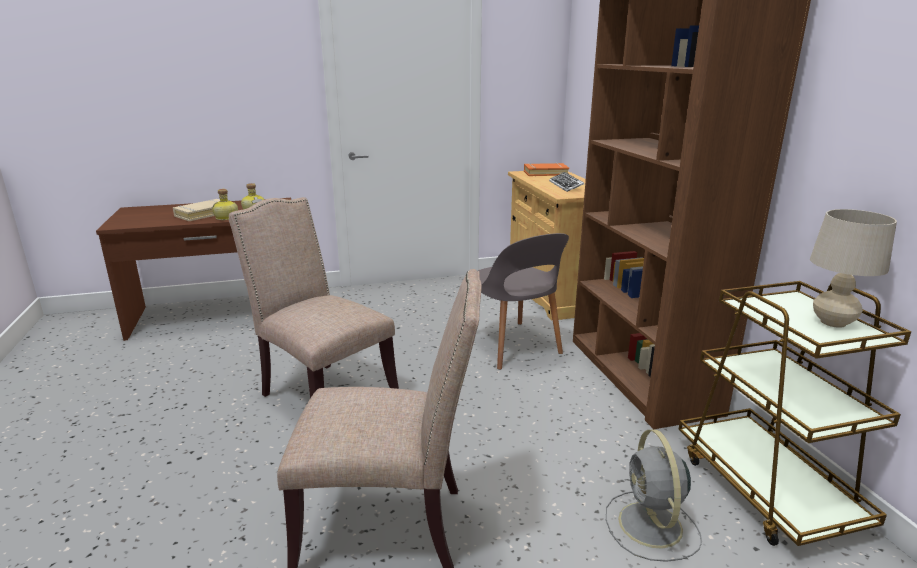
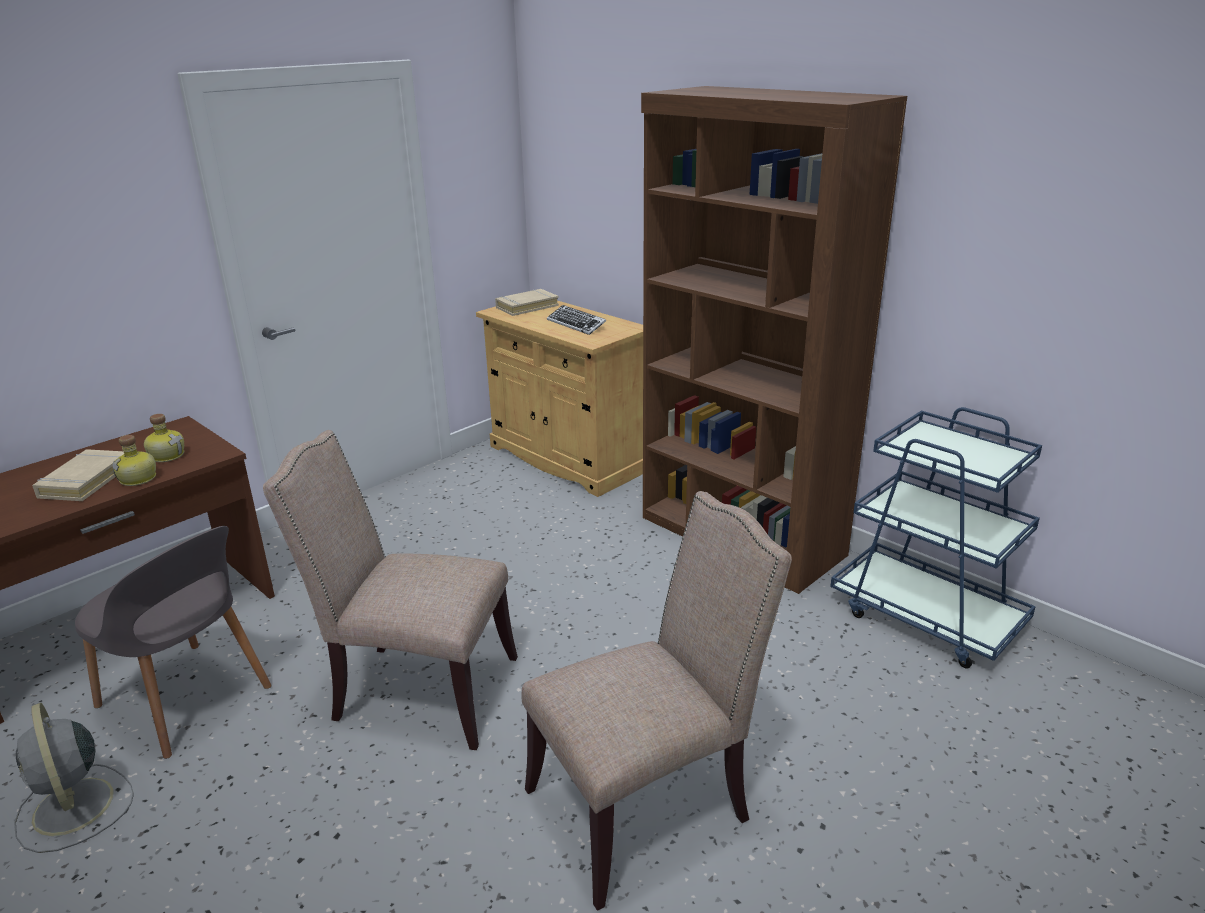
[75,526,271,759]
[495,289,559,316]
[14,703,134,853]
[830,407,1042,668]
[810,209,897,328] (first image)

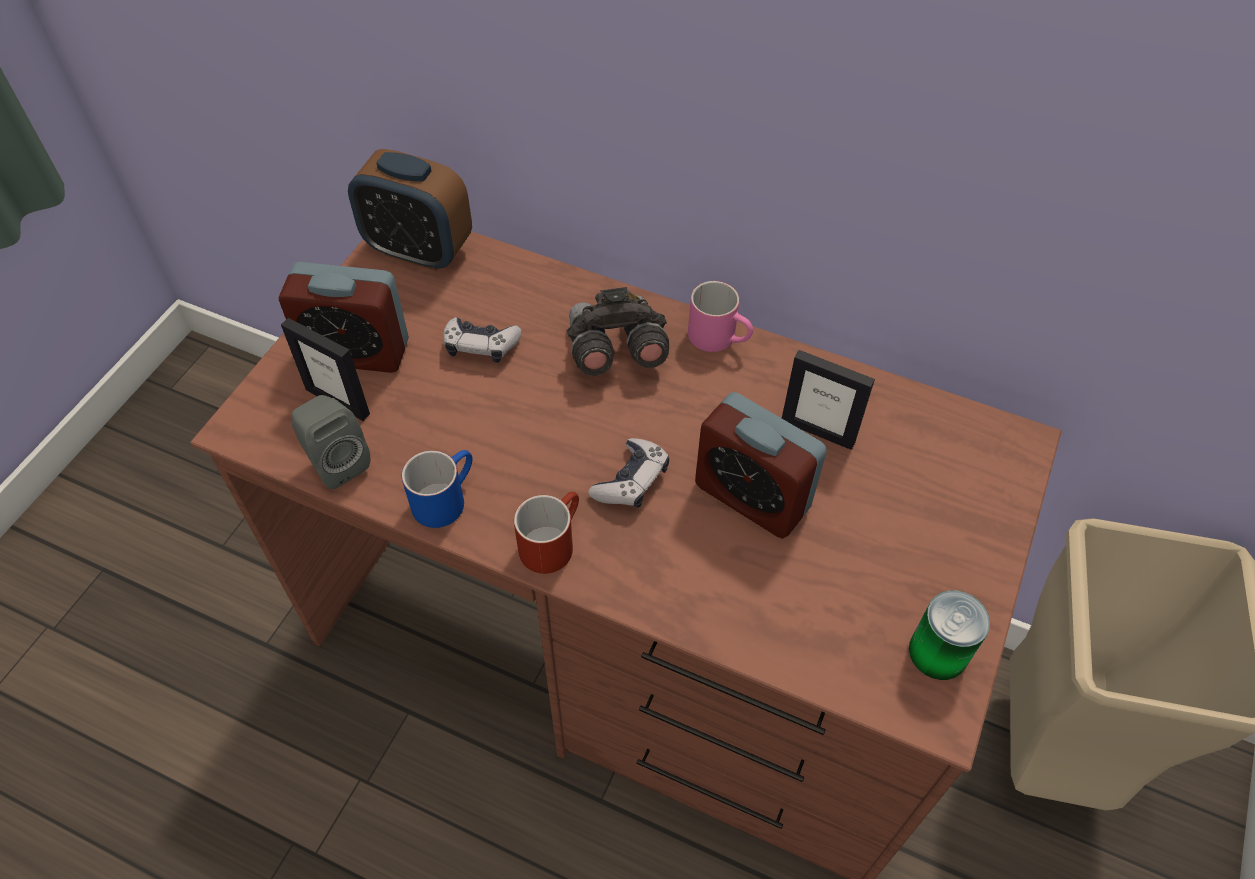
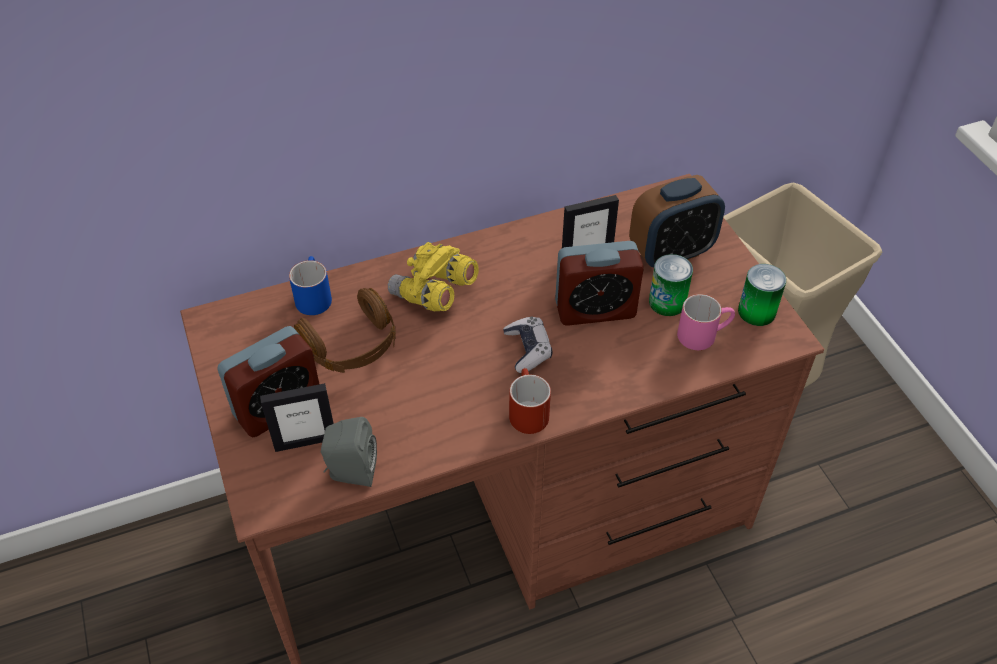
[629,175,725,267]
[289,256,332,315]
[294,288,396,373]
[388,242,479,311]
[677,294,735,350]
[649,254,693,316]

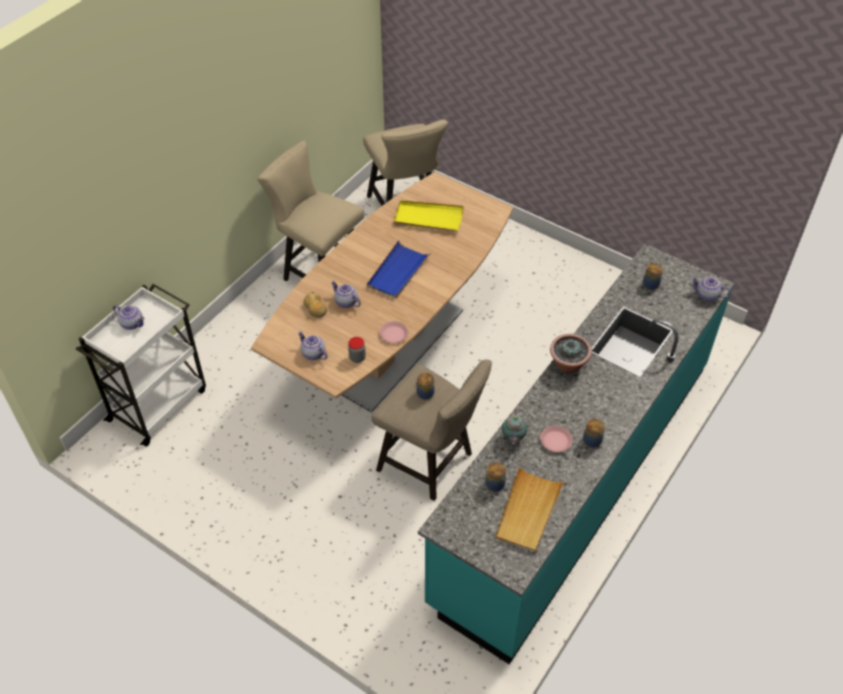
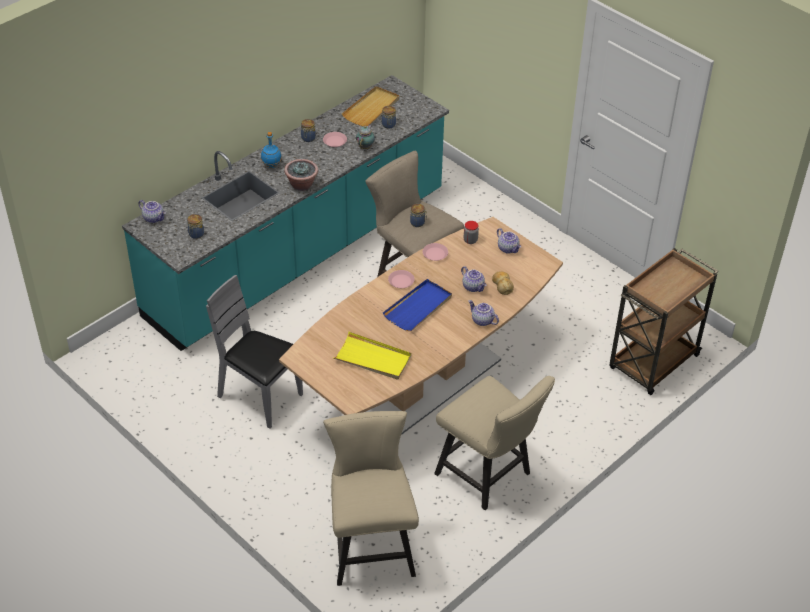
[609,248,718,395]
[468,300,499,326]
[206,275,303,429]
[261,132,282,168]
[388,270,415,288]

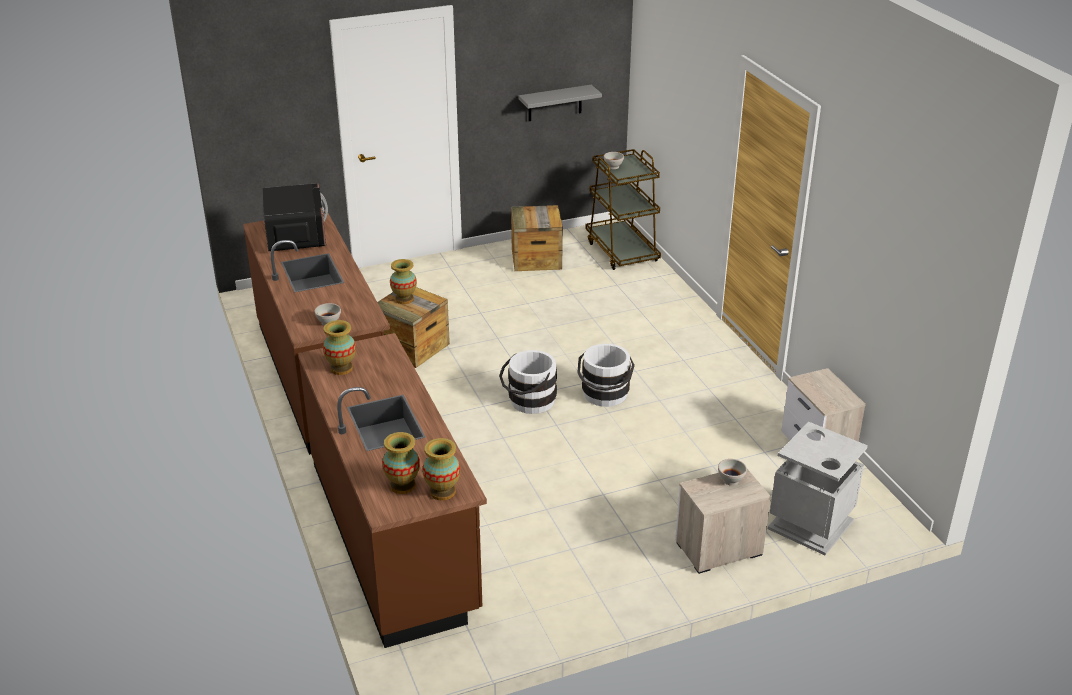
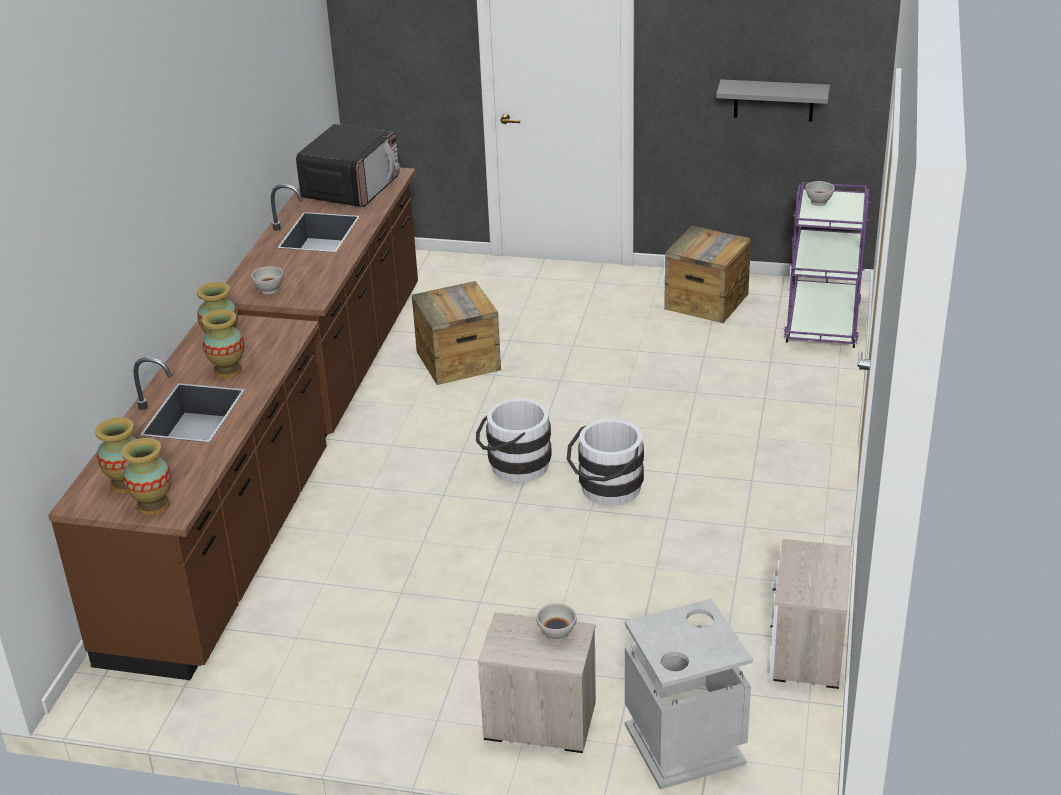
[202,309,244,378]
[784,182,871,348]

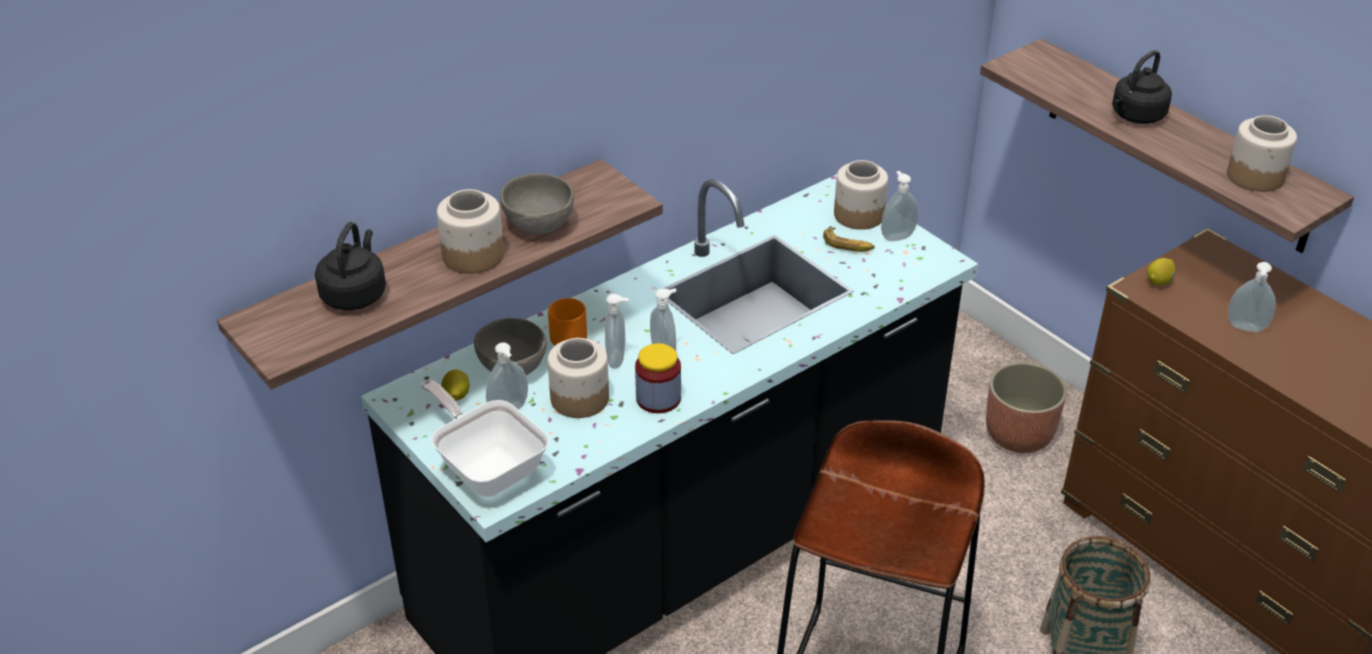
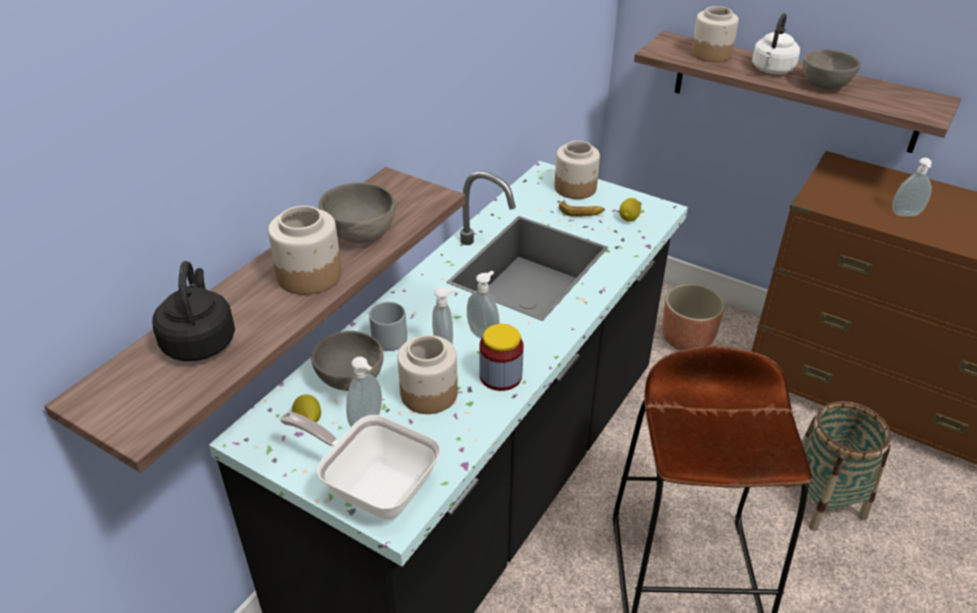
[369,302,407,351]
[881,171,918,241] (first image)
[752,13,800,74]
[619,198,641,222]
[691,6,739,62]
[803,49,861,89]

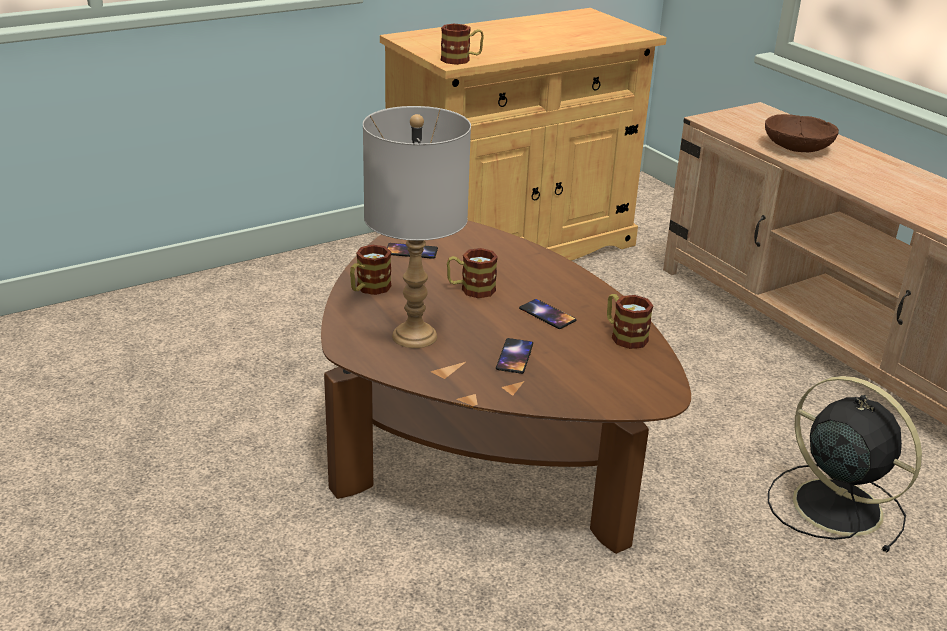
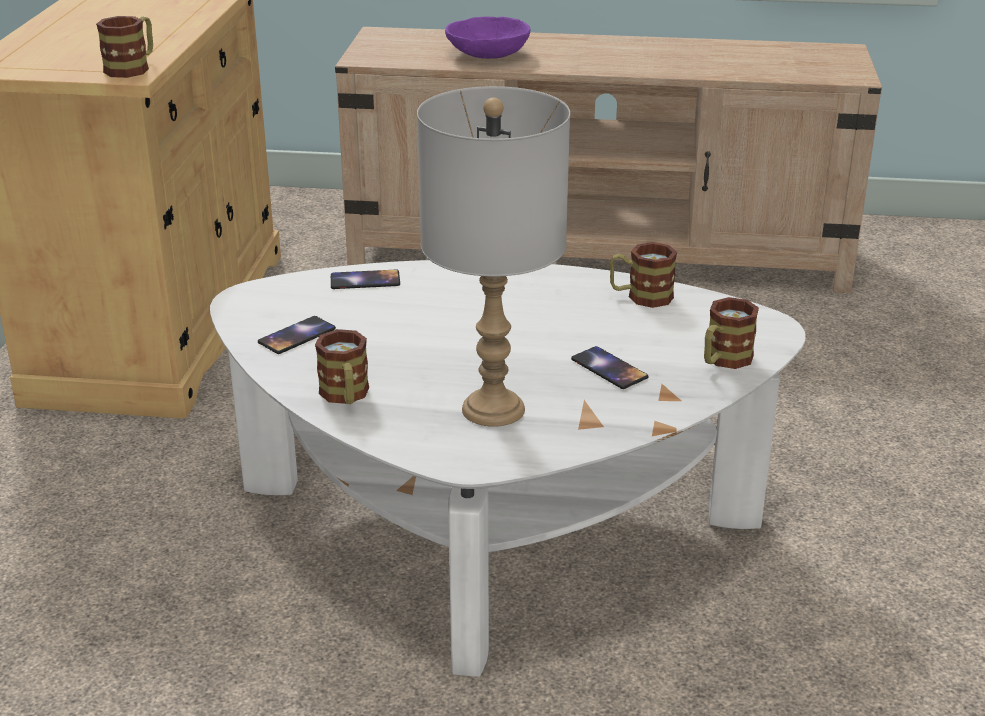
[210,260,806,677]
[704,297,759,369]
[331,270,400,289]
[445,16,531,59]
[768,376,922,552] (first image)

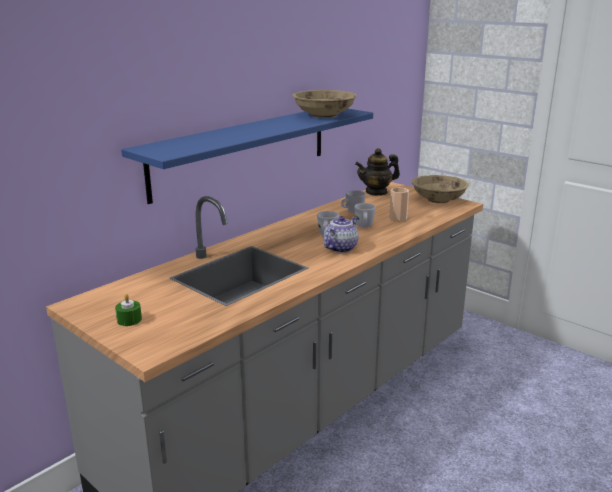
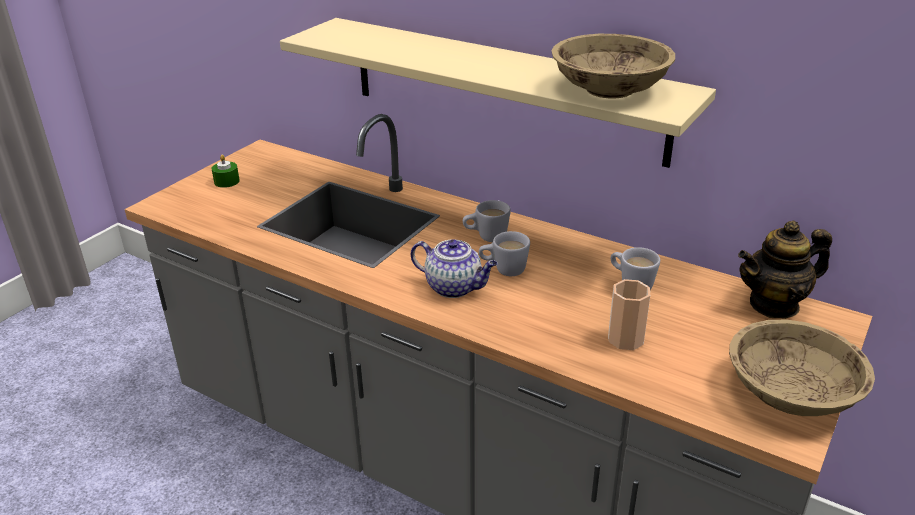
[280,18,716,168]
[463,200,511,242]
[738,221,832,319]

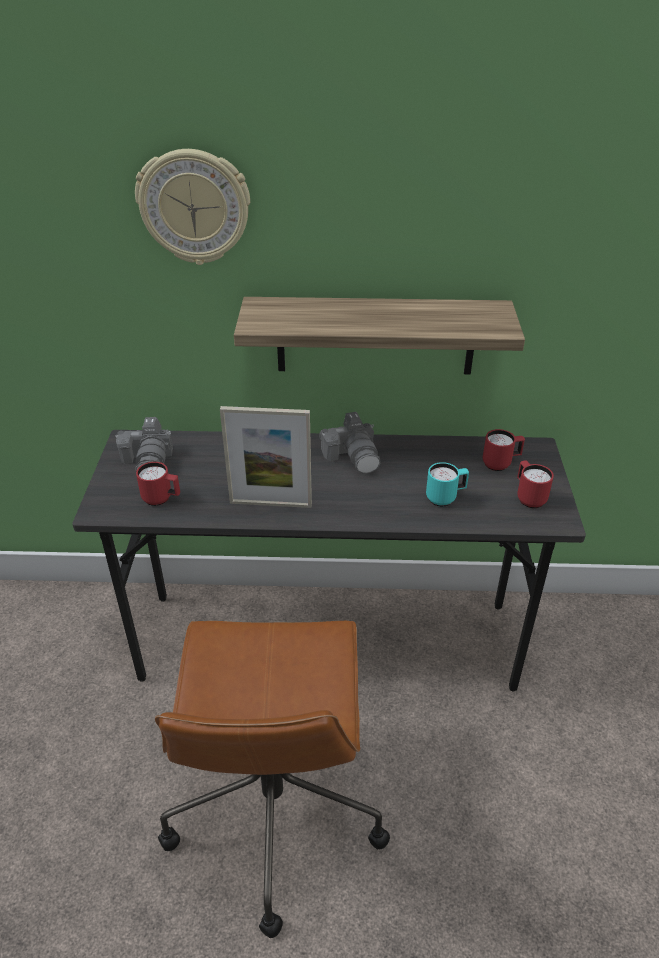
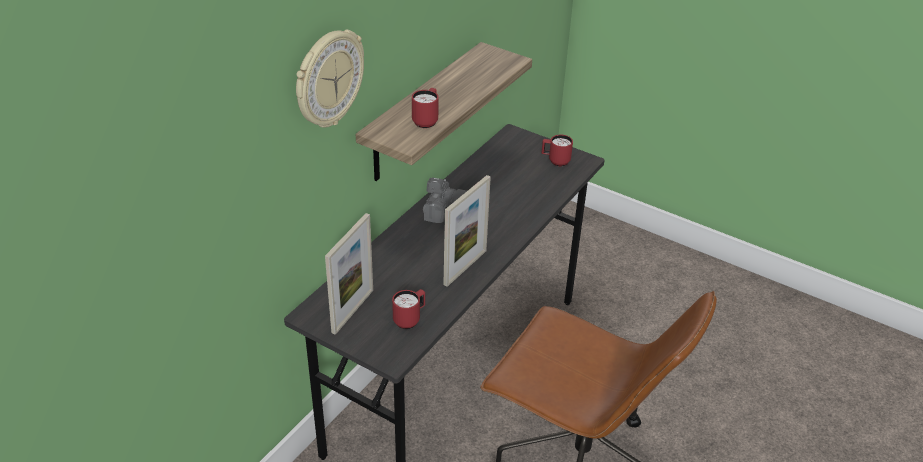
[325,213,373,335]
[426,462,469,507] (first image)
[412,88,439,128]

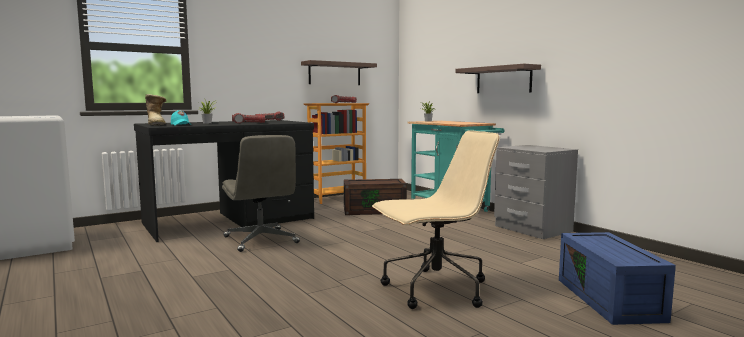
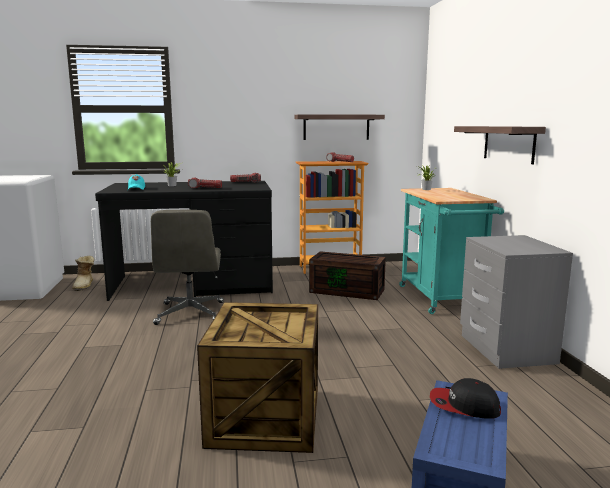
[72,255,95,291]
[197,302,318,453]
[430,378,501,419]

